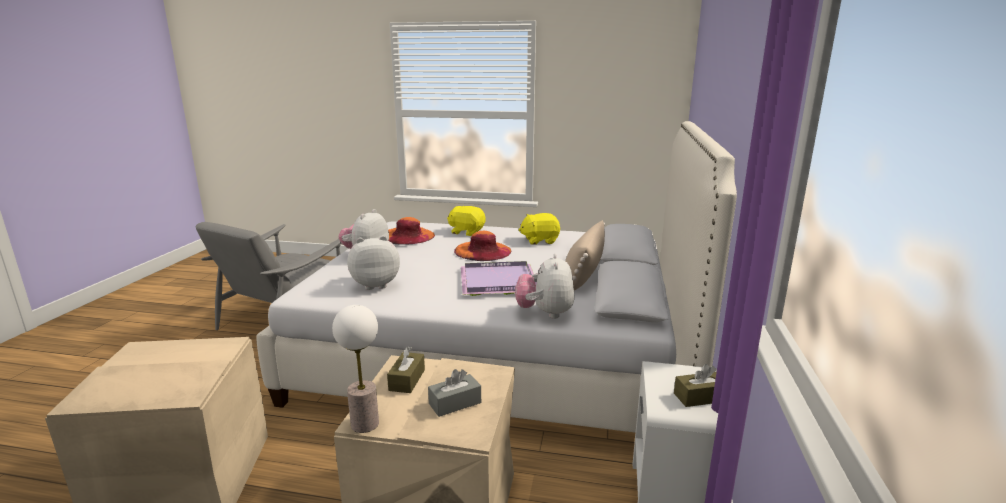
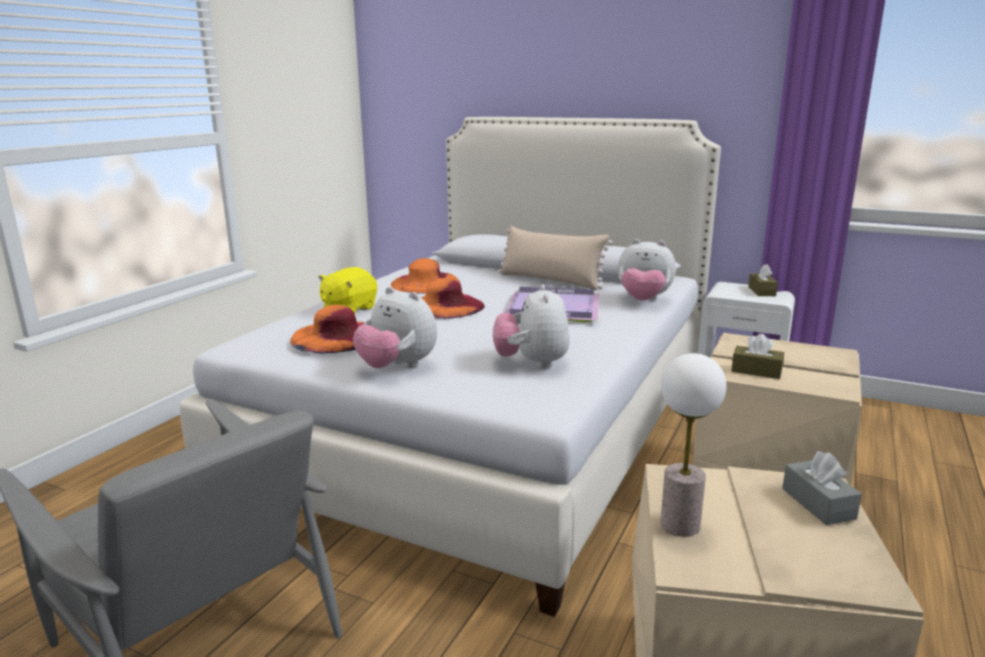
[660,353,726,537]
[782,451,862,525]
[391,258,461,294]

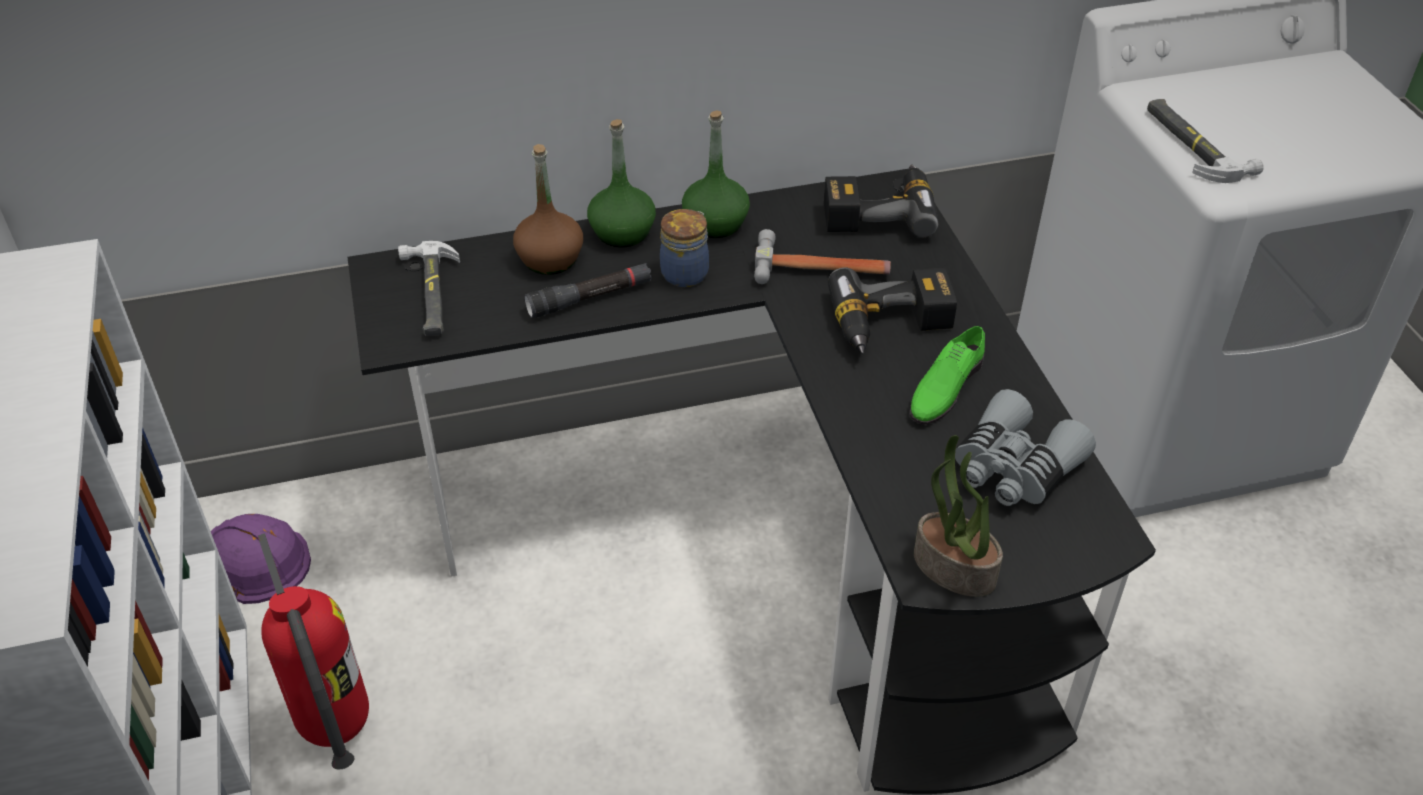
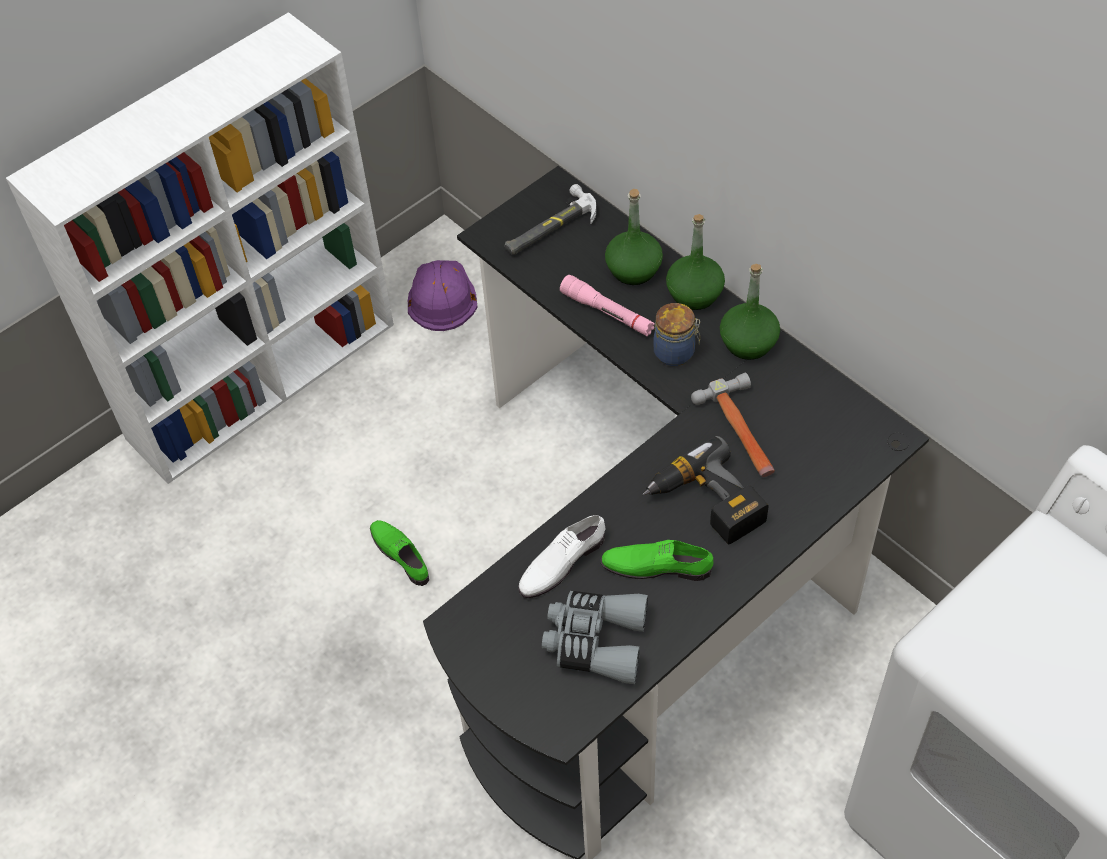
[258,533,369,770] (first image)
[605,189,663,285]
[560,275,655,336]
[824,164,939,238] (first image)
[914,435,1003,597] (first image)
[1147,99,1264,183] (first image)
[370,520,429,586]
[518,515,606,598]

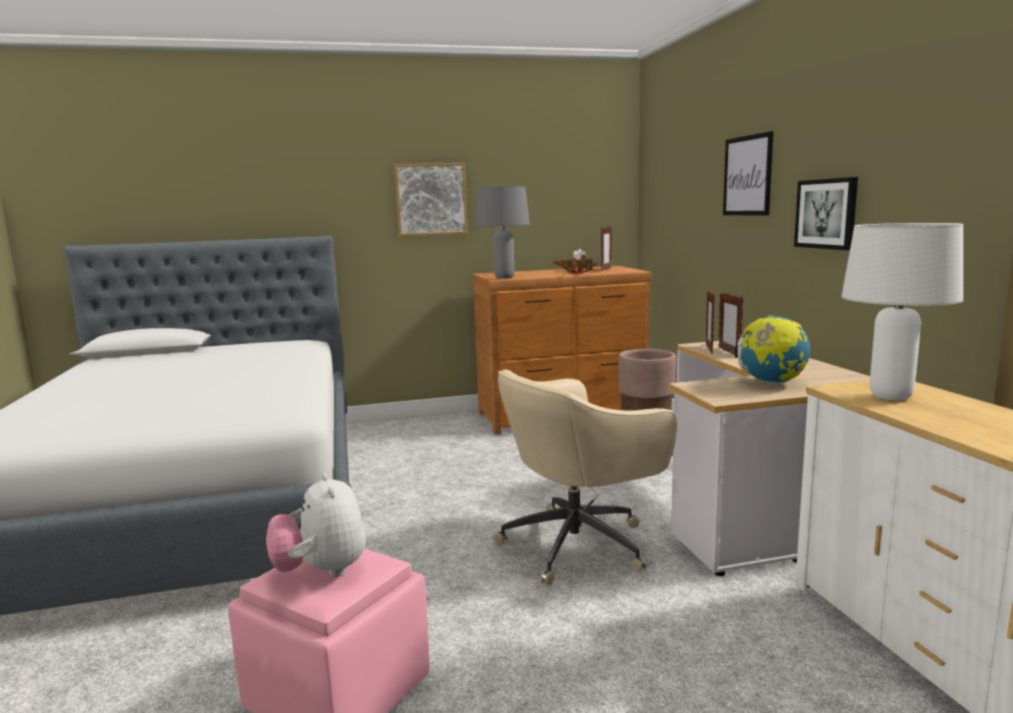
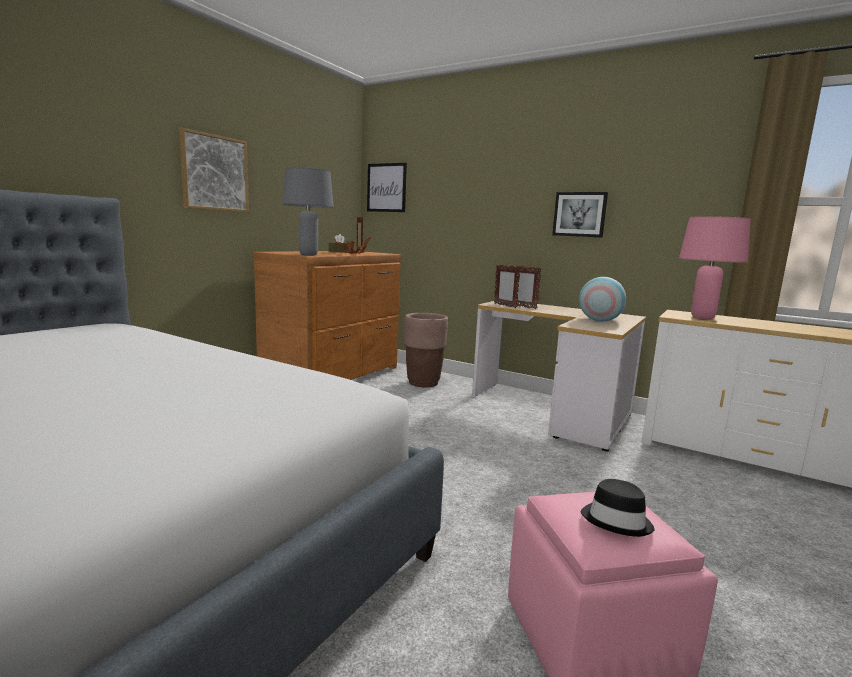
[581,479,655,537]
[494,369,677,585] (first image)
[367,163,407,212]
[579,277,626,321]
[679,216,751,319]

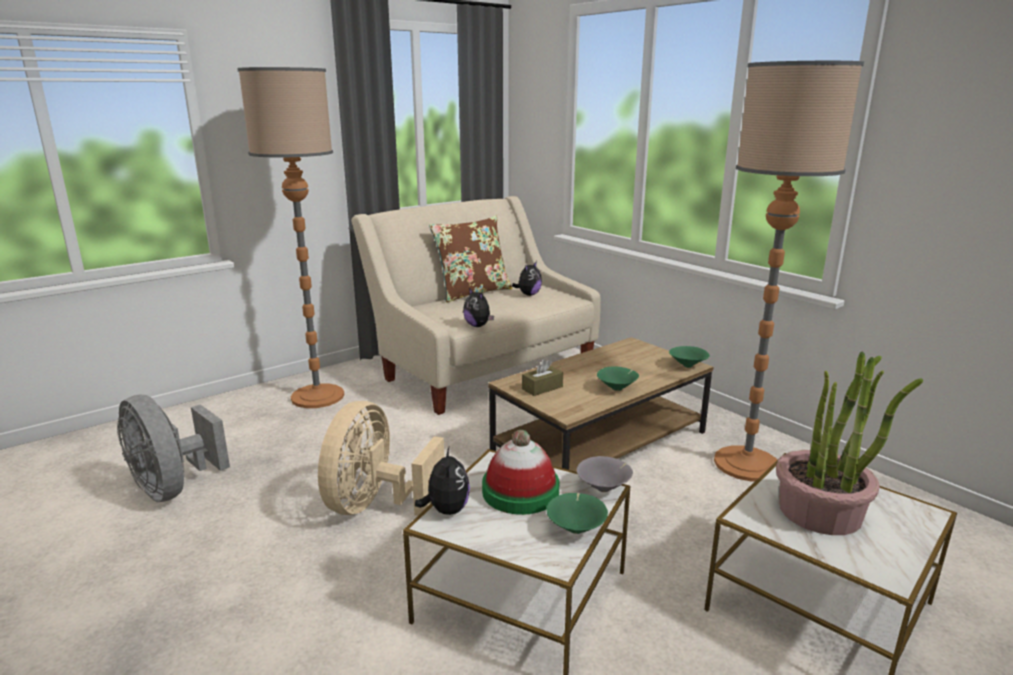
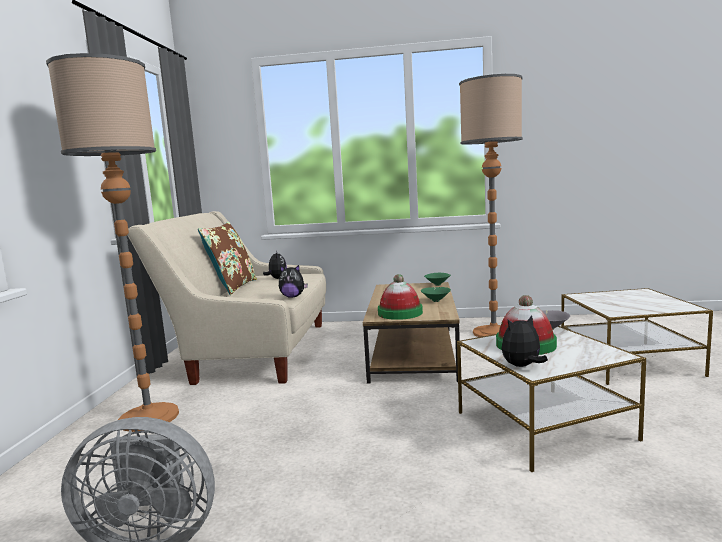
[318,401,444,516] (first image)
[502,315,548,367]
[378,274,423,320]
[547,493,608,534] (first image)
[776,351,923,535] (first image)

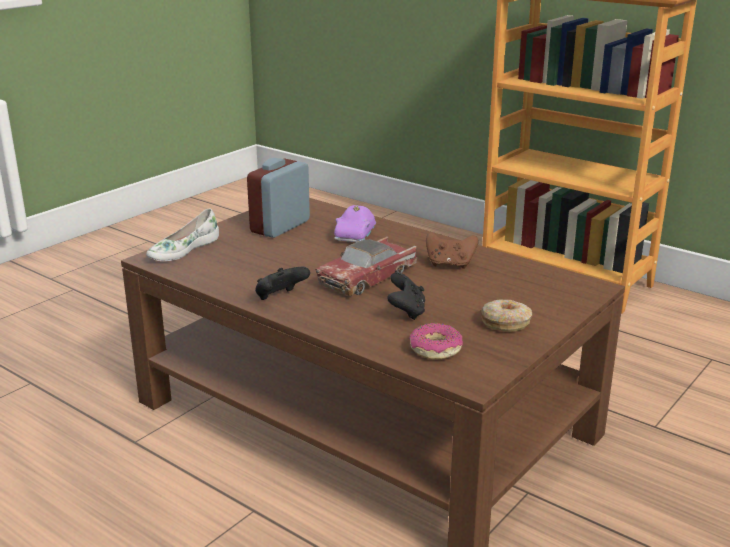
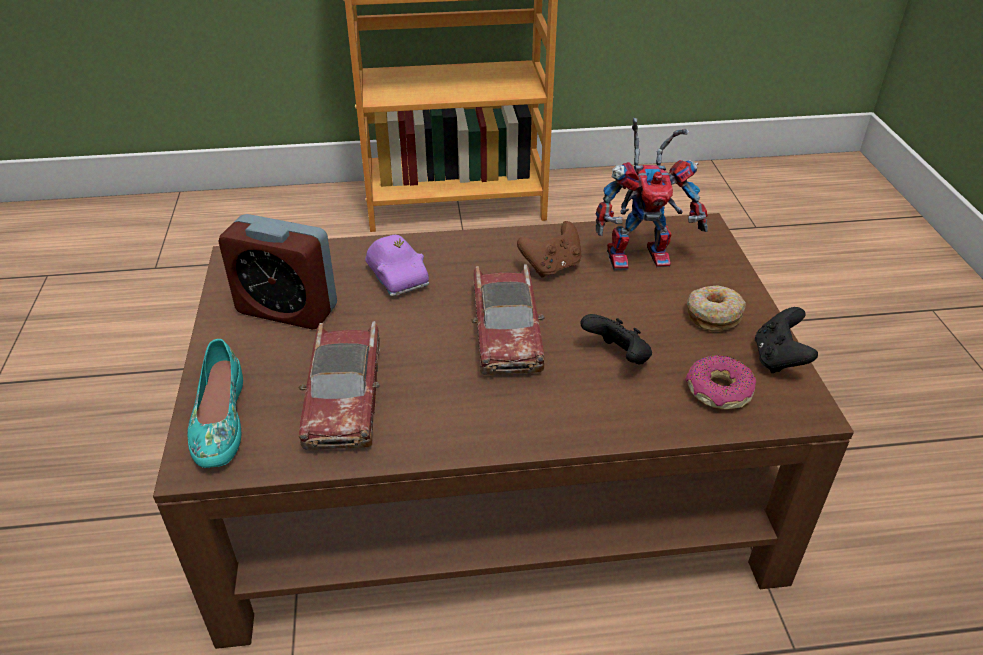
[187,339,243,468]
[218,214,337,329]
[755,307,818,373]
[299,321,380,450]
[596,118,708,271]

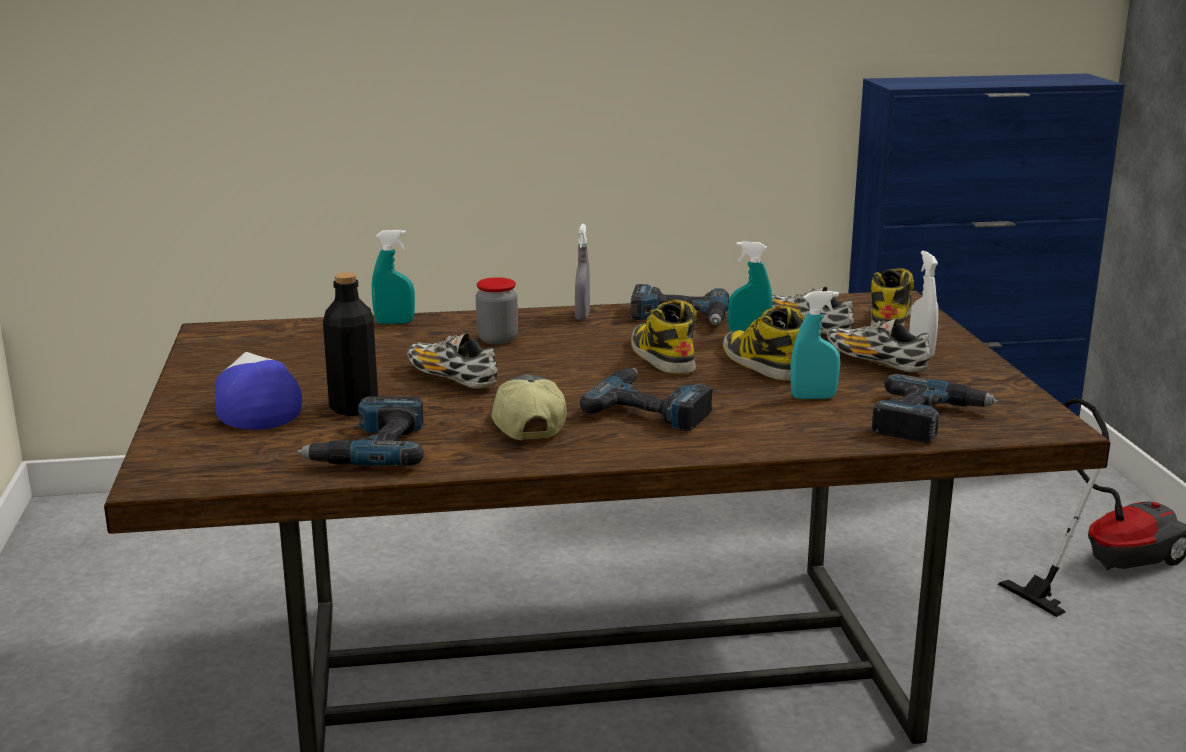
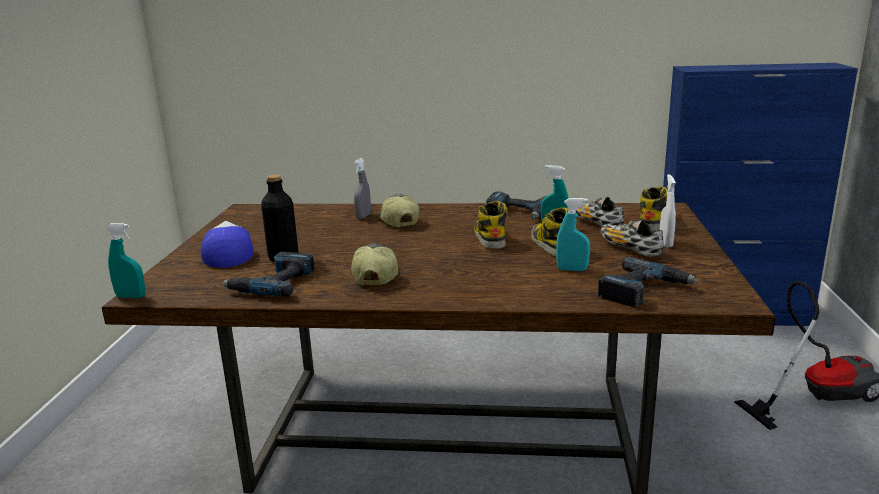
[106,223,145,298]
[407,333,497,389] (first image)
[377,194,419,227]
[354,158,371,219]
[580,368,713,431] (first image)

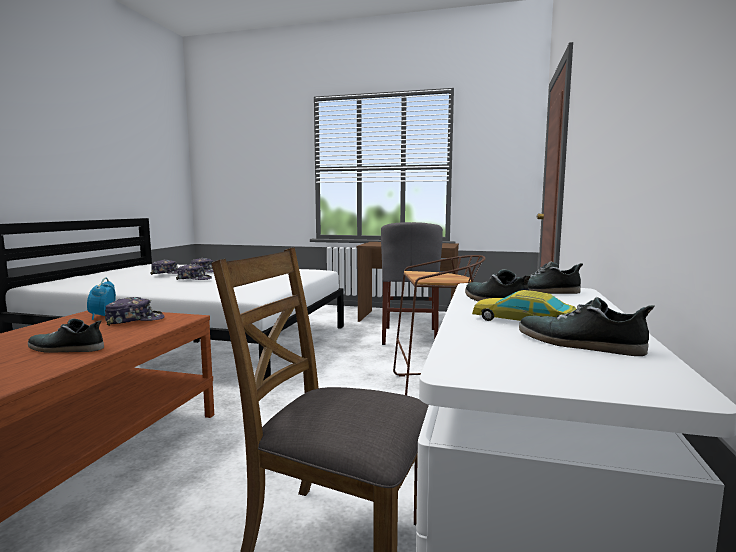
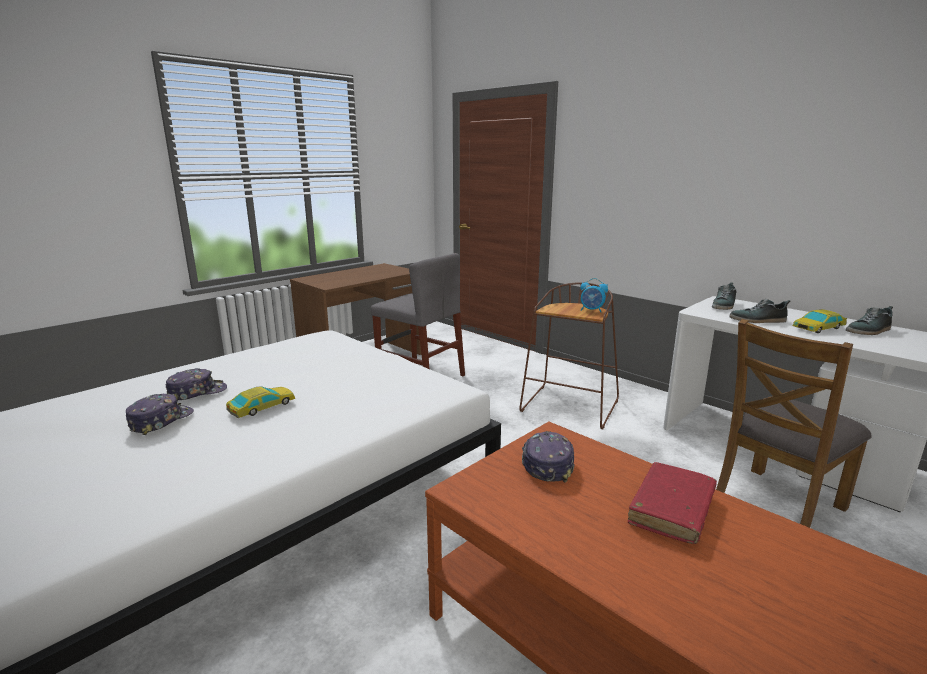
[628,462,717,544]
[580,278,608,312]
[226,387,295,418]

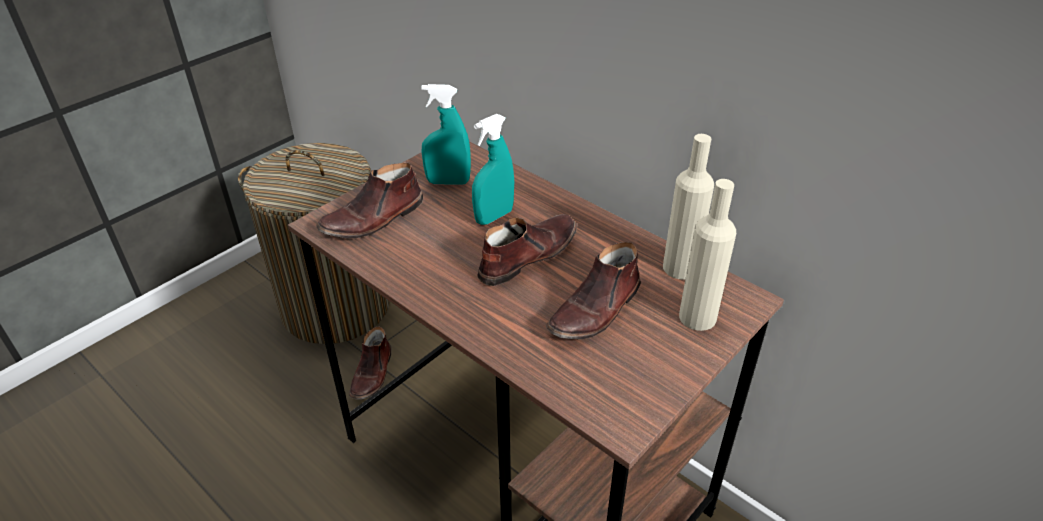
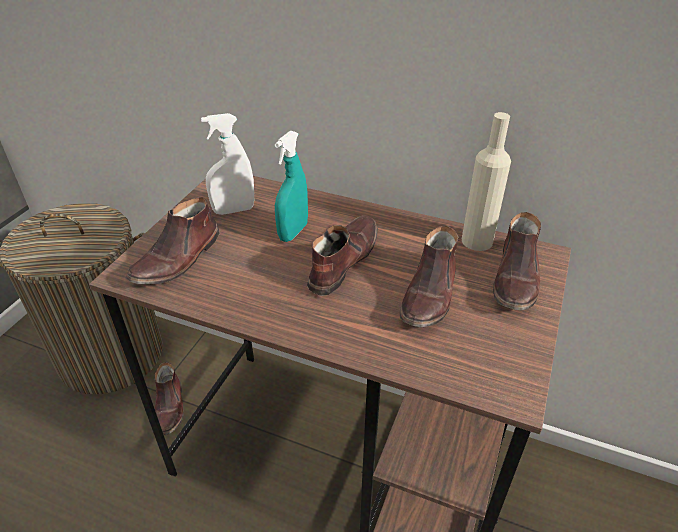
[201,113,254,215]
[493,212,541,311]

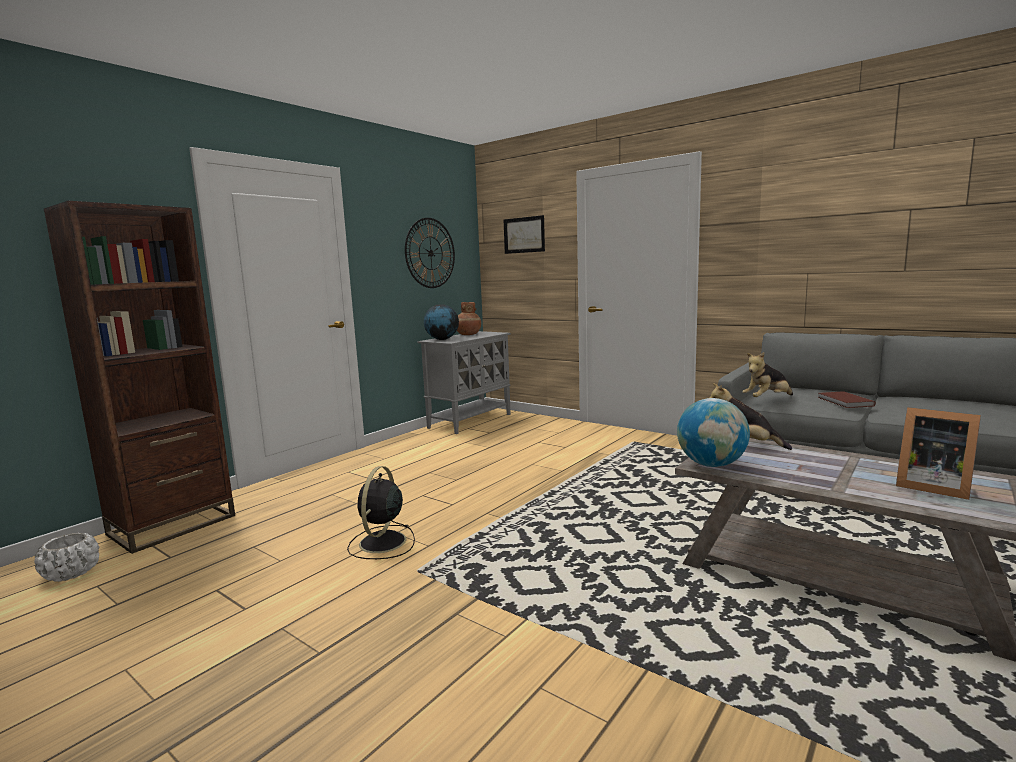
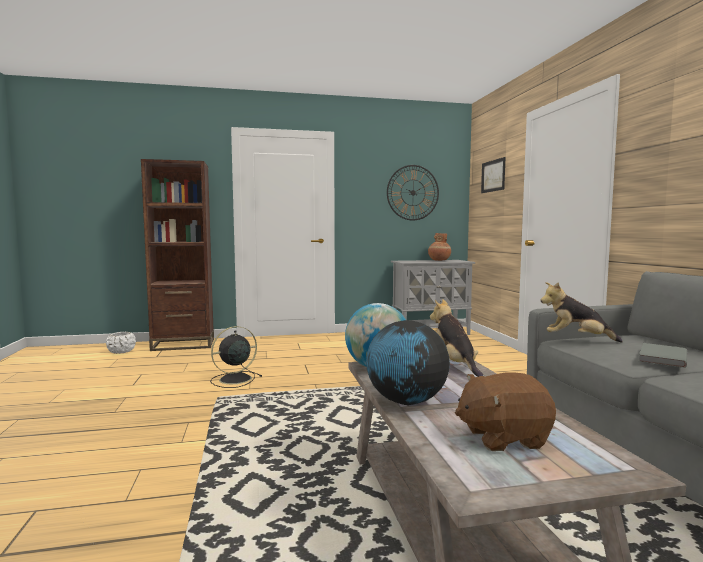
[366,320,450,405]
[639,343,687,368]
[455,372,556,451]

